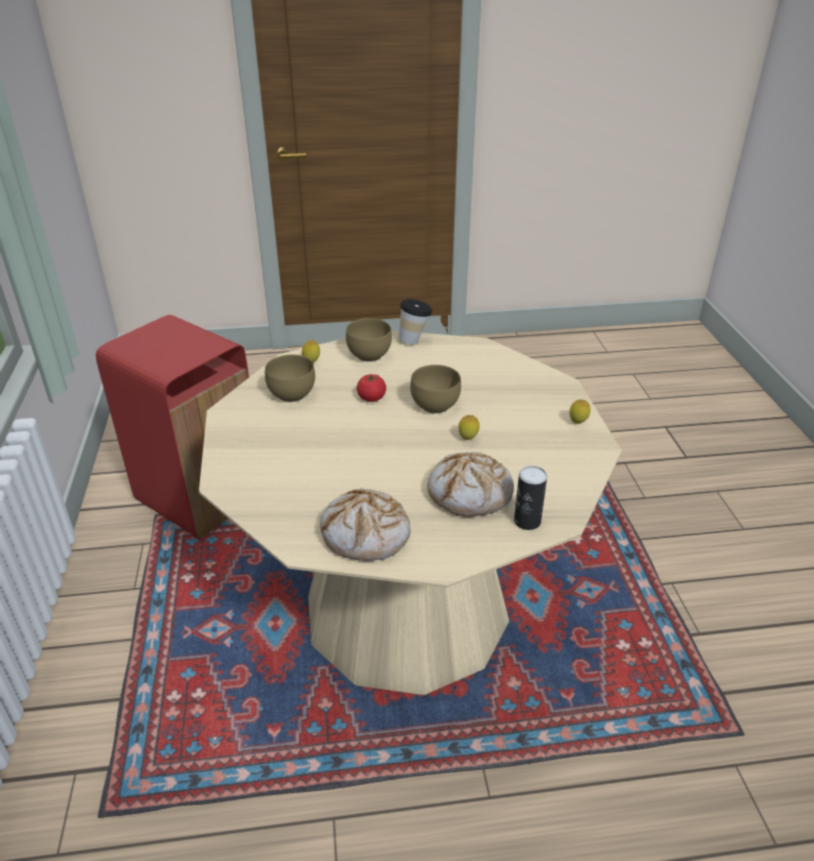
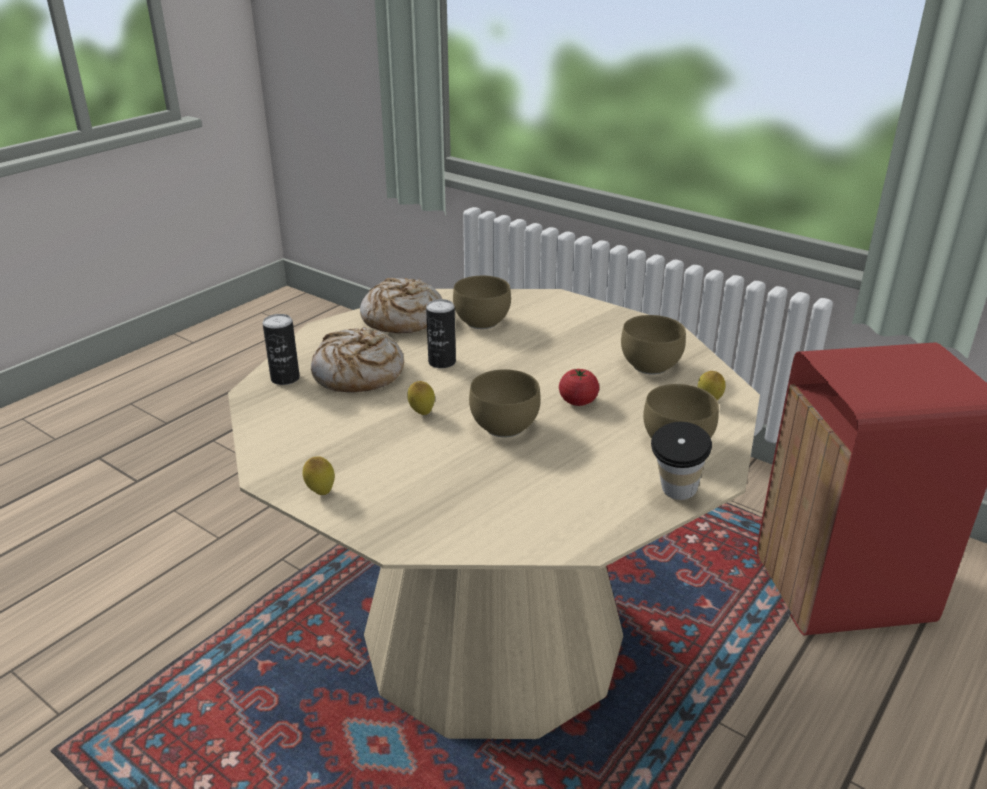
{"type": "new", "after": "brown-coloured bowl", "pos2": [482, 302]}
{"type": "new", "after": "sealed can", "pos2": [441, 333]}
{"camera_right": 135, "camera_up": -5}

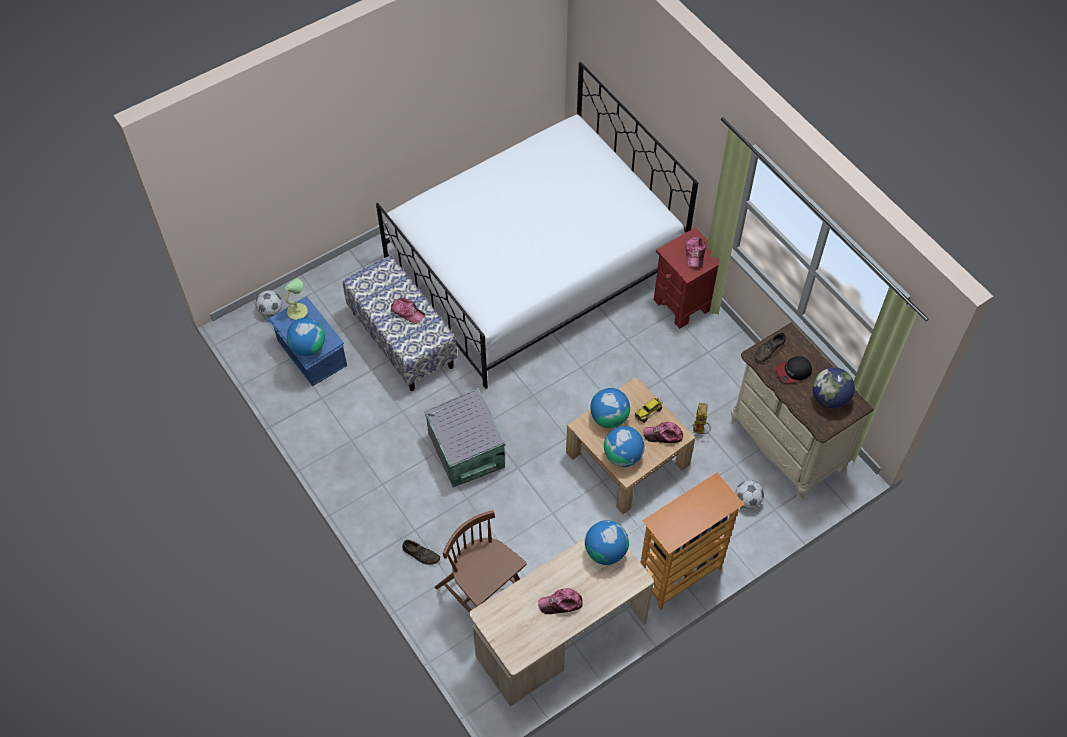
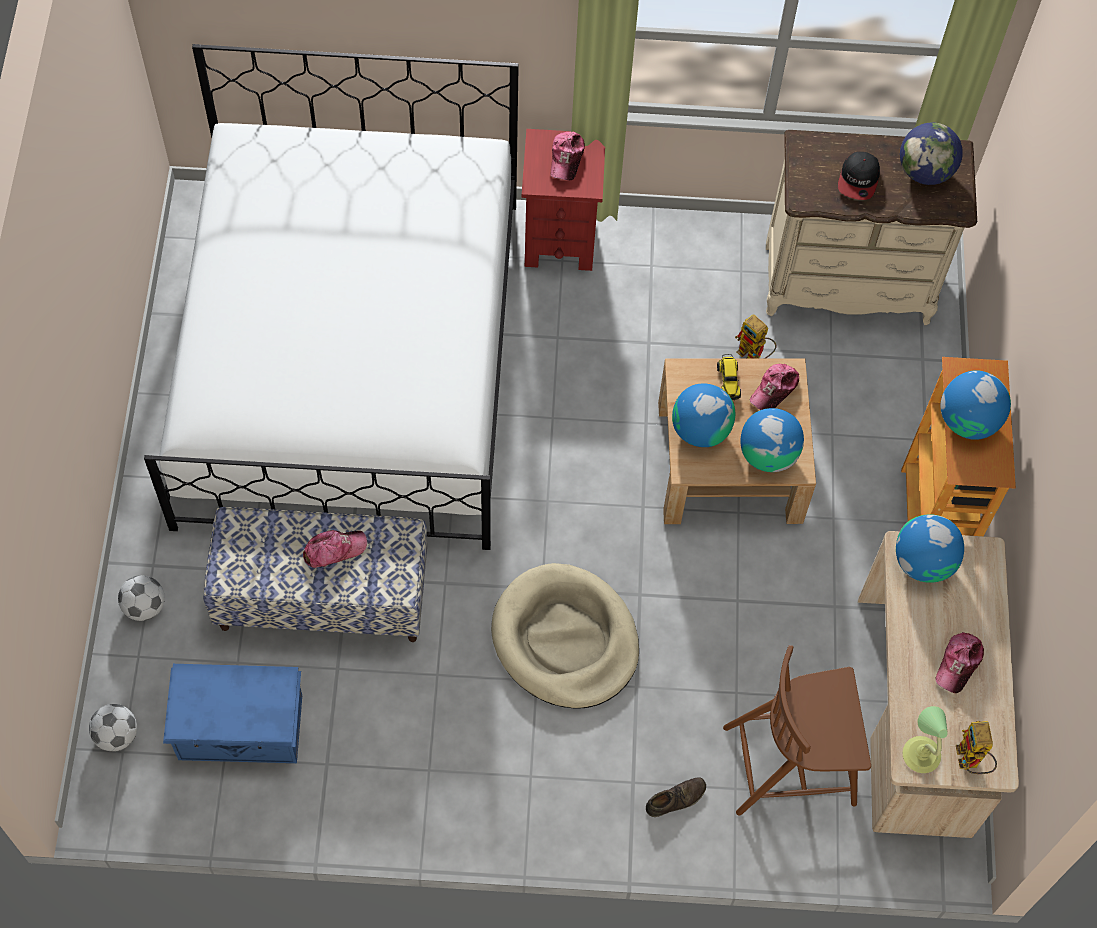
{"type": "rotated", "before": "baseball cap", "pos1": [696, 252], "pos2": [567, 156], "turn": 60}
{"type": "shifted", "before": "lamp for a table", "pos1": [296, 299], "pos2": [925, 739]}
{"type": "shifted", "before": "globe", "pos1": [306, 337], "pos2": [975, 405]}
{"type": "gone", "before": "brown-coloured low shoe", "pos1": [769, 347]}
{"type": "swapped", "before": "gray storage container", "after": "sand-coloured pet bed", "pos1": [465, 437], "pos2": [565, 636]}
{"type": "shifted", "before": "football", "pos1": [749, 494], "pos2": [141, 598]}
{"type": "new", "after": "model robot", "pos2": [976, 747]}
{"camera_right": -55, "camera_up": 5}

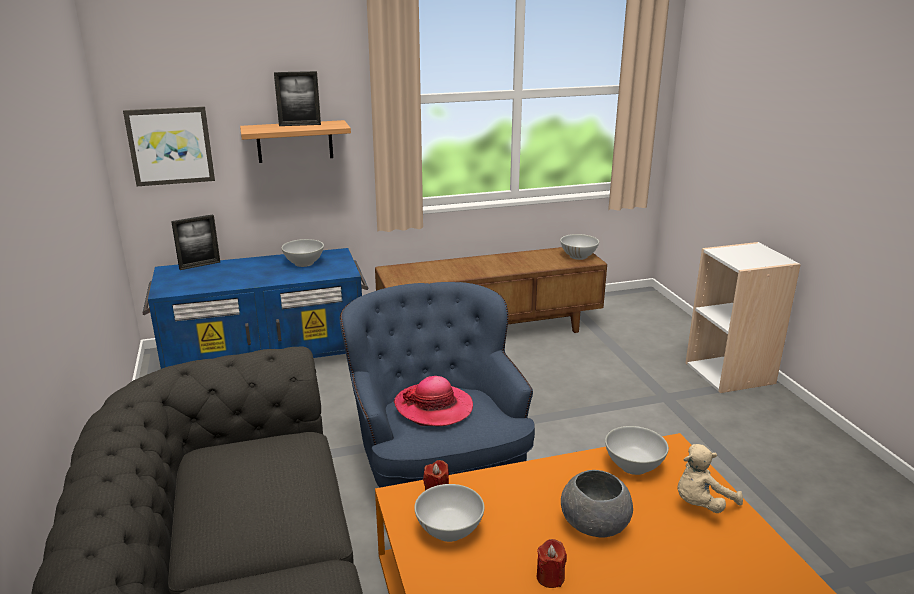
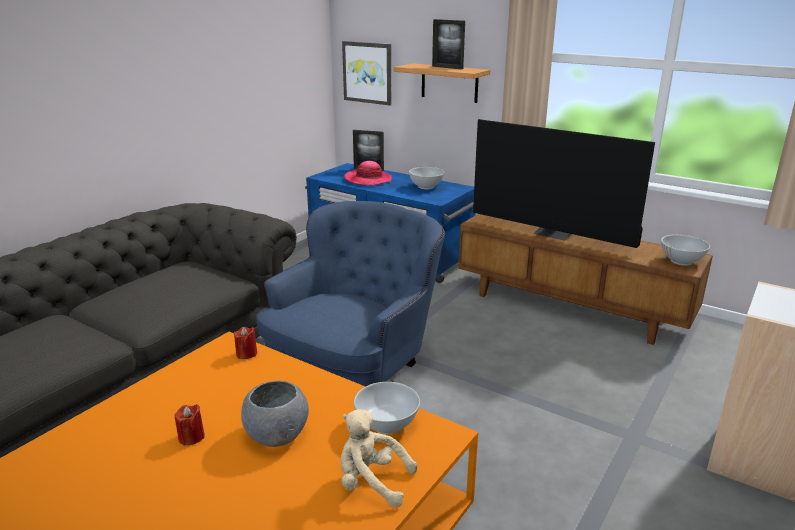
{"type": "shifted", "before": "hat", "pos1": [433, 401], "pos2": [368, 173]}
{"type": "gone", "before": "whitish bowl", "pos1": [449, 513]}
{"type": "new", "after": "TV", "pos2": [564, 183]}
{"camera_right": 50, "camera_up": 0}

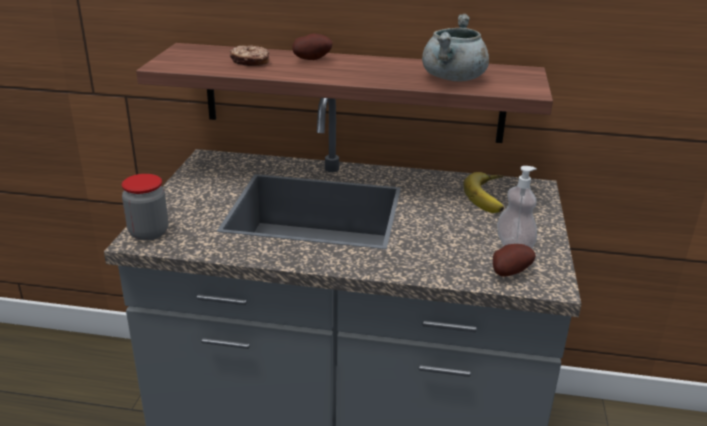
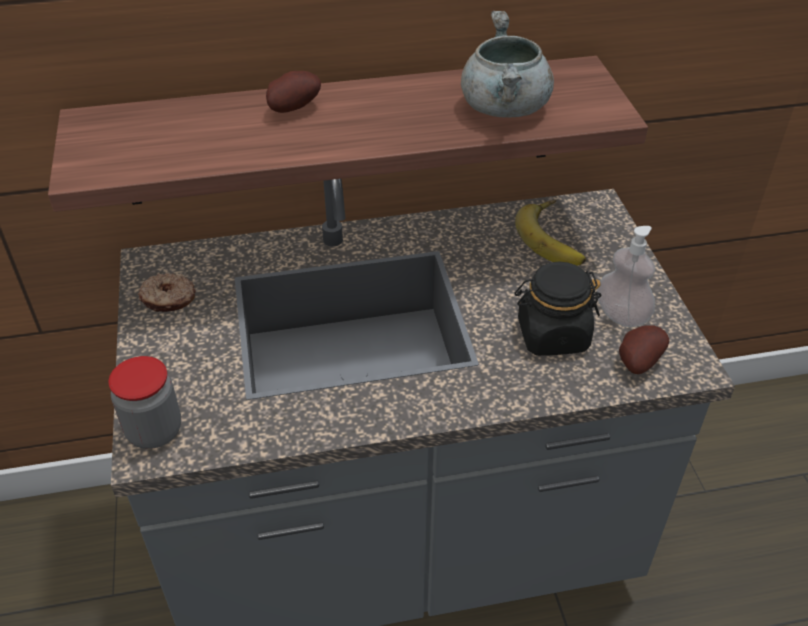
{"type": "shifted", "before": "ring doughnut", "pos1": [249, 55], "pos2": [167, 292]}
{"type": "new", "after": "black jar", "pos2": [557, 308]}
{"camera_right": -20, "camera_up": 15}

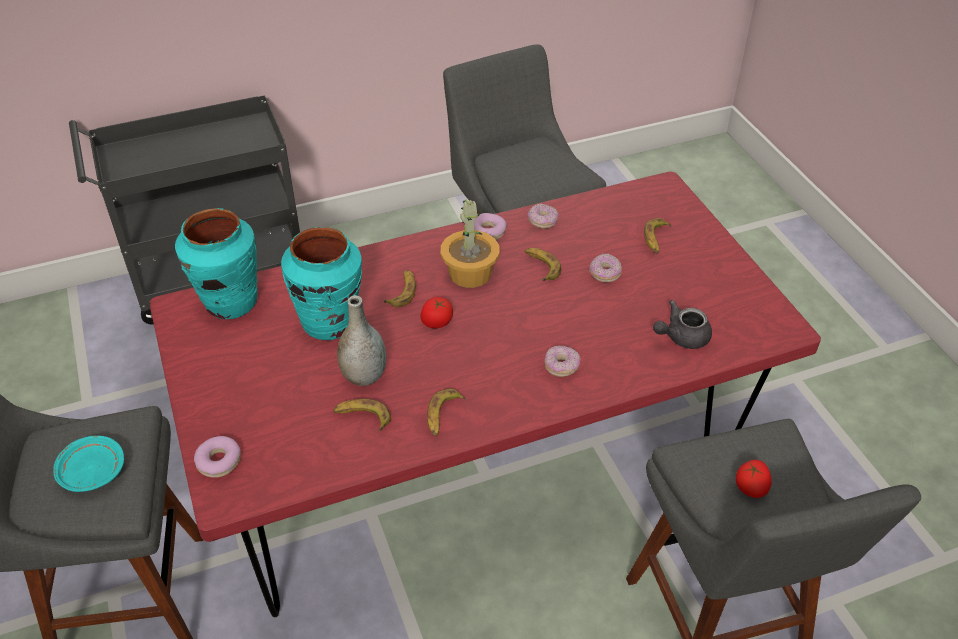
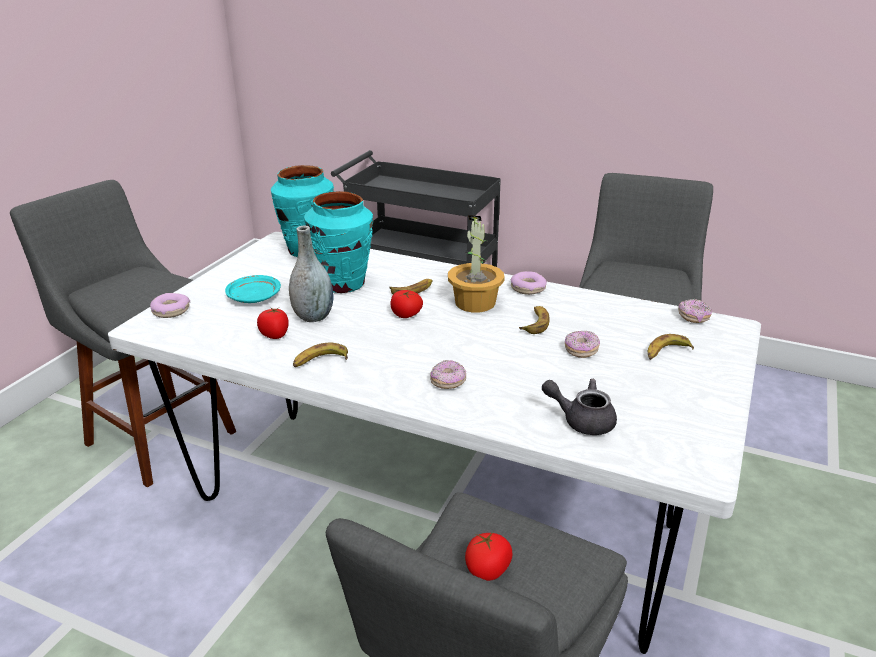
{"type": "repainted", "before": "red dinner table", "after": "whitish dinner table", "pos1": [485, 394], "pos2": [434, 443]}
{"type": "shifted", "before": "ring doughnut", "pos1": [543, 216], "pos2": [695, 311]}
{"type": "swapped", "before": "banana fruit", "after": "fresh tomato", "pos1": [362, 415], "pos2": [272, 323]}
{"type": "shifted", "before": "turquoise-coloured dinner plate", "pos1": [88, 464], "pos2": [253, 289]}
{"camera_right": 45, "camera_up": -15}

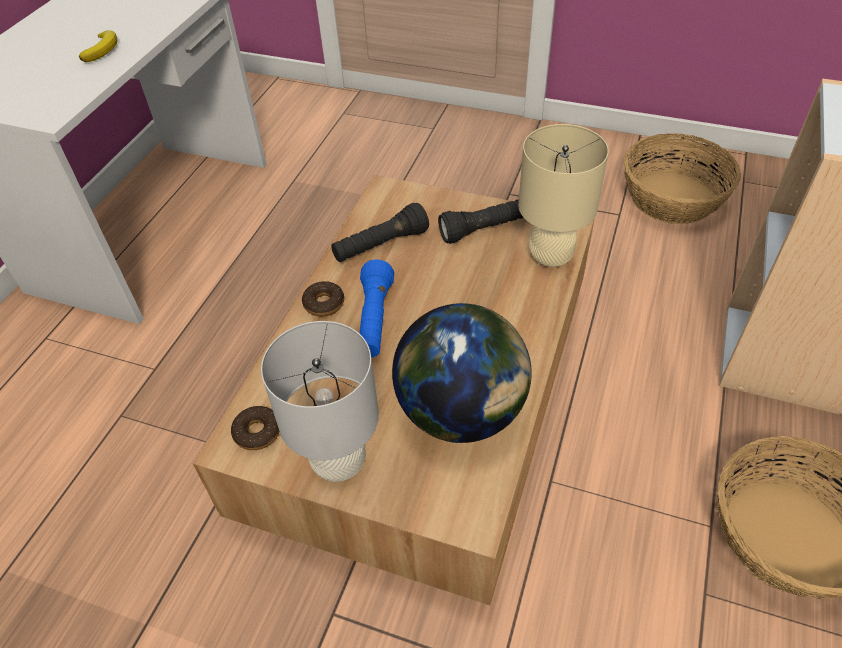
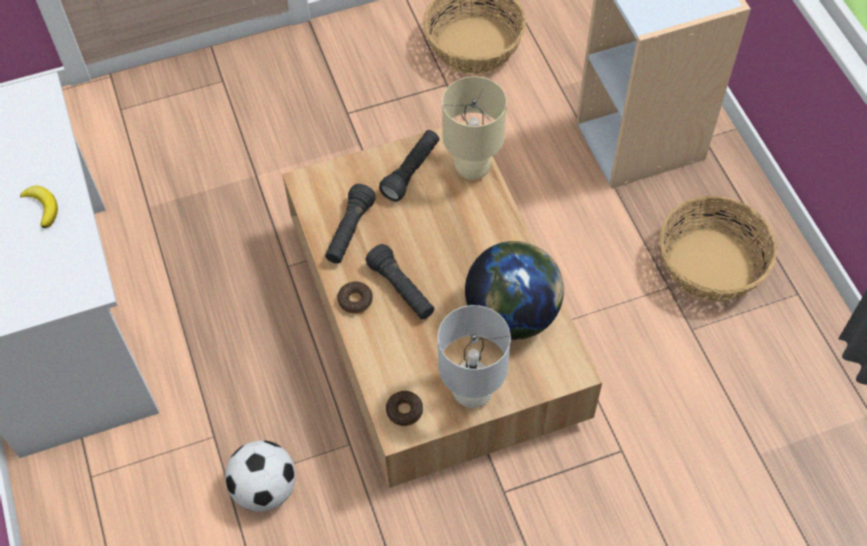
{"type": "repainted", "before": "bluish flashlight", "after": "black flashlight", "pos1": [377, 308], "pos2": [400, 281]}
{"type": "new", "after": "football", "pos2": [260, 476]}
{"camera_right": -40, "camera_up": 10}

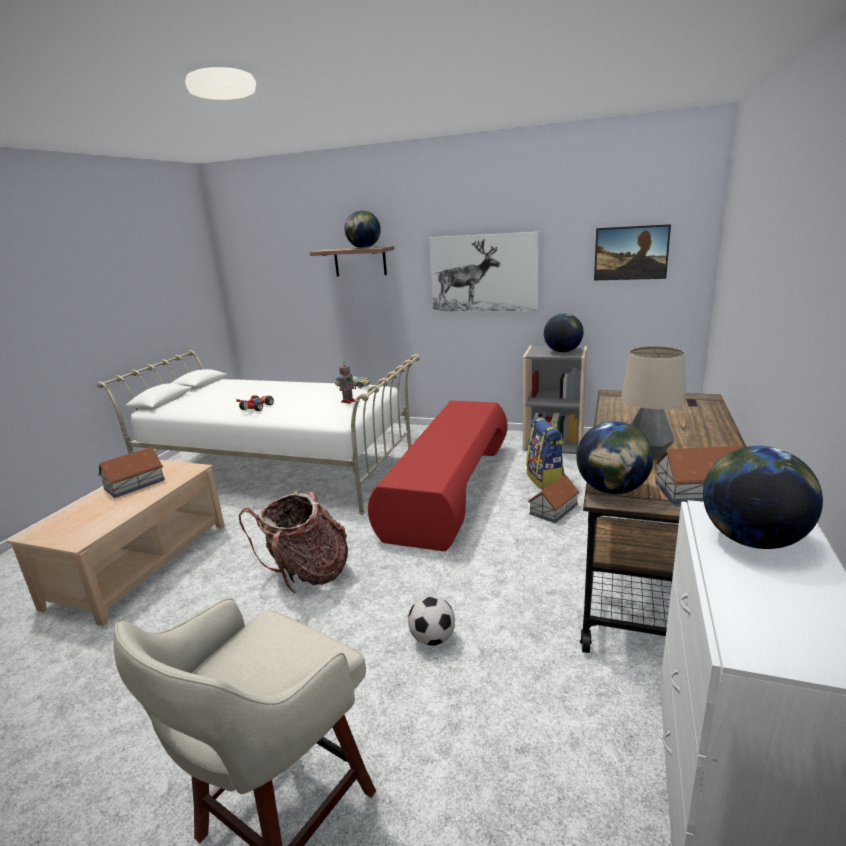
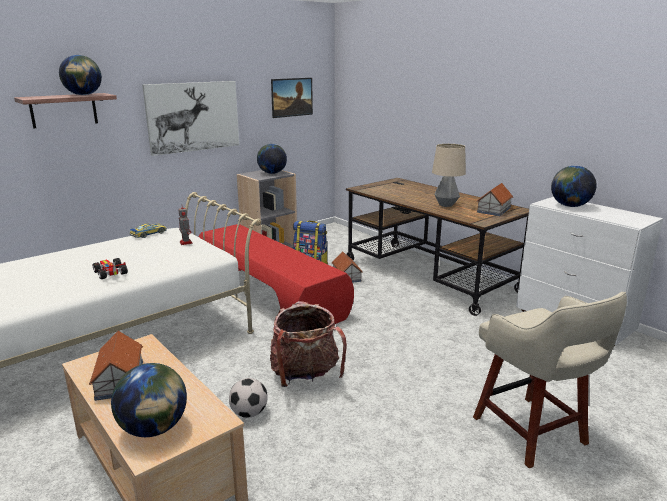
{"type": "shifted", "before": "globe", "pos1": [615, 457], "pos2": [149, 400]}
{"type": "shifted", "before": "football", "pos1": [431, 621], "pos2": [248, 398]}
{"camera_right": -60, "camera_up": 0}

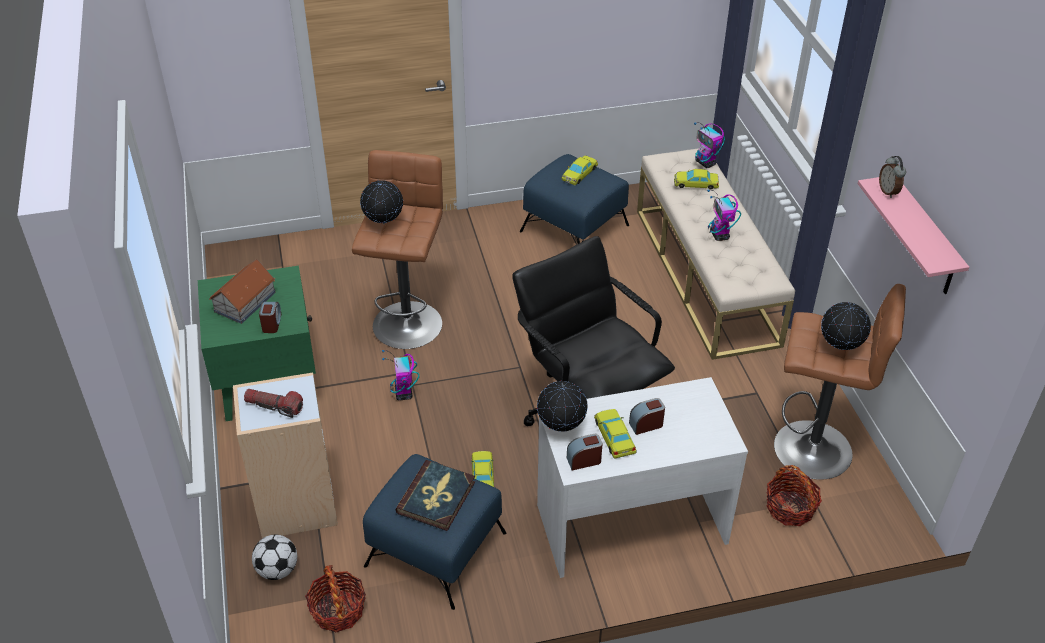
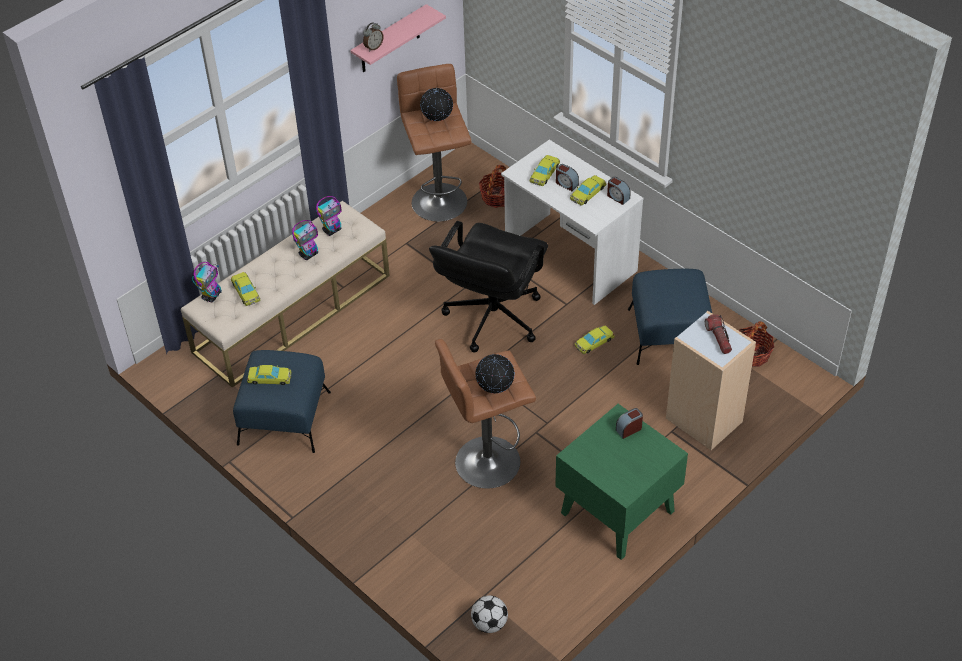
{"type": "gone", "before": "model house", "pos1": [242, 291]}
{"type": "shifted", "before": "model robot", "pos1": [400, 375], "pos2": [329, 216]}
{"type": "gone", "before": "globe", "pos1": [562, 406]}
{"type": "gone", "before": "book", "pos1": [435, 495]}
{"type": "shifted", "before": "football", "pos1": [274, 557], "pos2": [489, 614]}
{"type": "new", "after": "yellow-coloured model car", "pos2": [545, 170]}
{"camera_right": -120, "camera_up": 5}

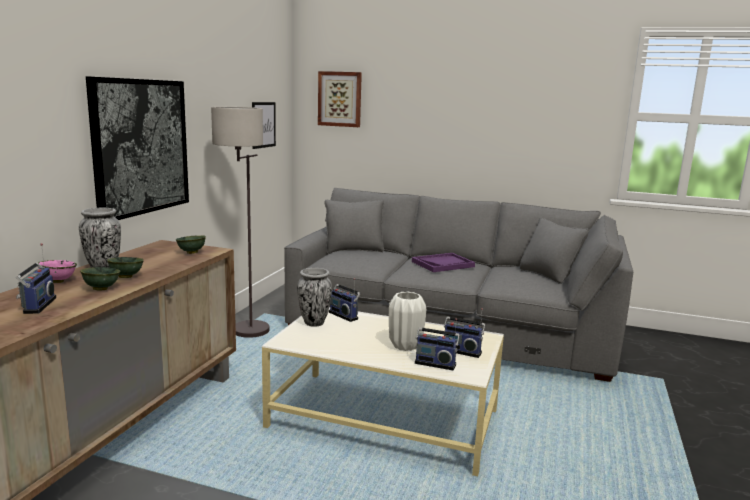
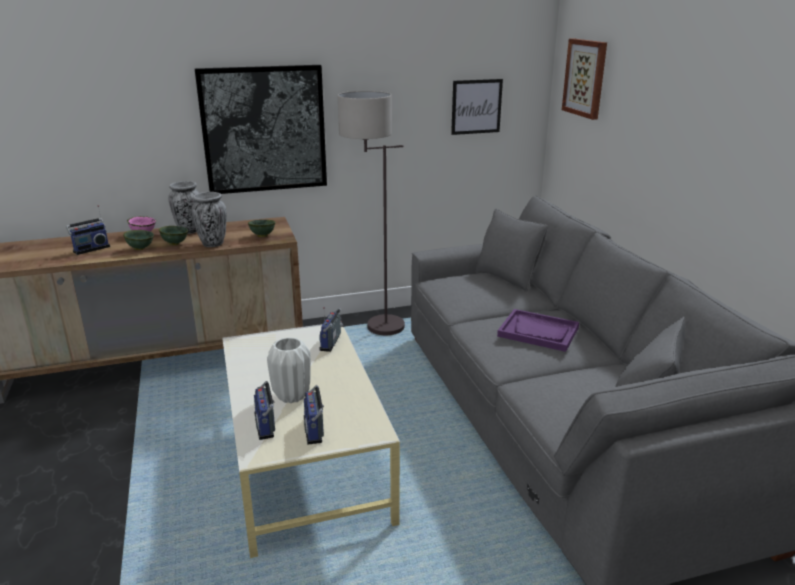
{"type": "shifted", "before": "decorative vase", "pos1": [314, 297], "pos2": [209, 219]}
{"camera_right": 55, "camera_up": 10}

